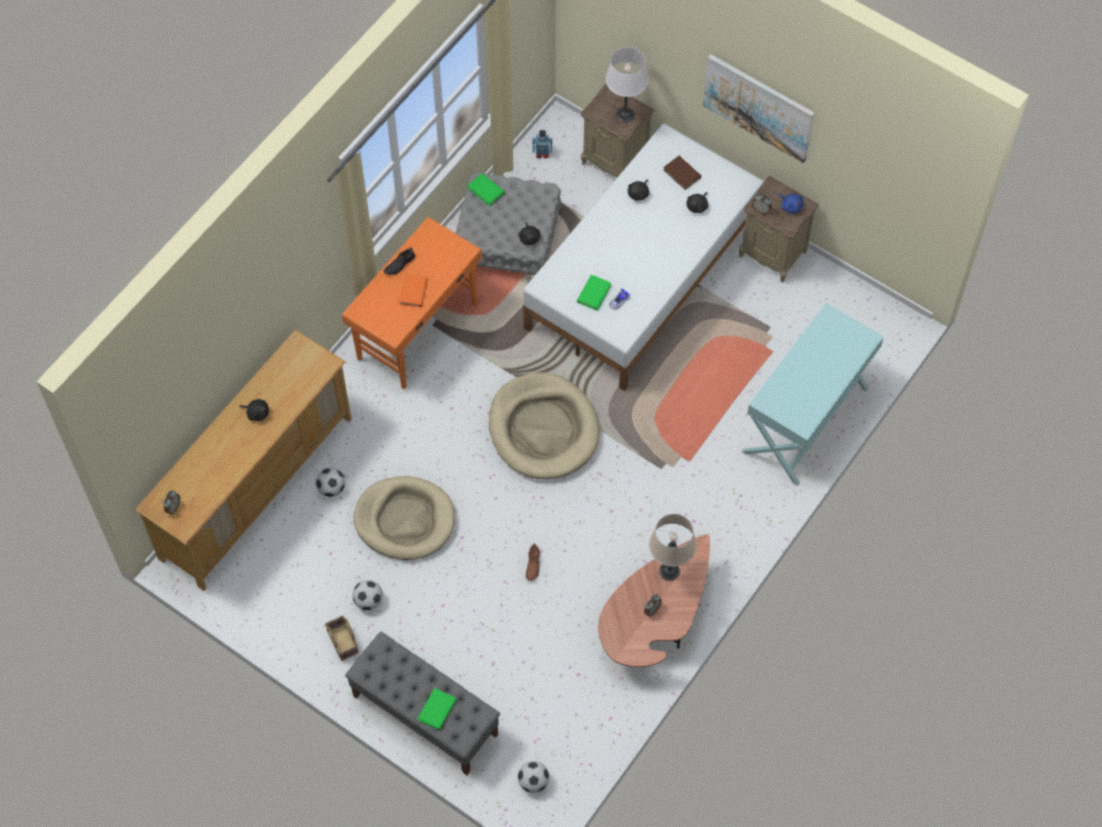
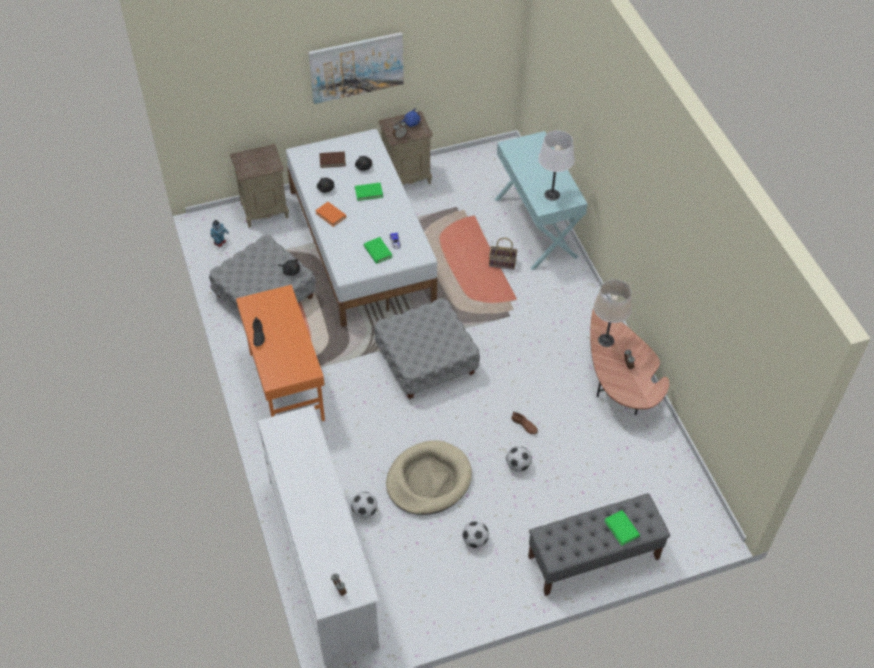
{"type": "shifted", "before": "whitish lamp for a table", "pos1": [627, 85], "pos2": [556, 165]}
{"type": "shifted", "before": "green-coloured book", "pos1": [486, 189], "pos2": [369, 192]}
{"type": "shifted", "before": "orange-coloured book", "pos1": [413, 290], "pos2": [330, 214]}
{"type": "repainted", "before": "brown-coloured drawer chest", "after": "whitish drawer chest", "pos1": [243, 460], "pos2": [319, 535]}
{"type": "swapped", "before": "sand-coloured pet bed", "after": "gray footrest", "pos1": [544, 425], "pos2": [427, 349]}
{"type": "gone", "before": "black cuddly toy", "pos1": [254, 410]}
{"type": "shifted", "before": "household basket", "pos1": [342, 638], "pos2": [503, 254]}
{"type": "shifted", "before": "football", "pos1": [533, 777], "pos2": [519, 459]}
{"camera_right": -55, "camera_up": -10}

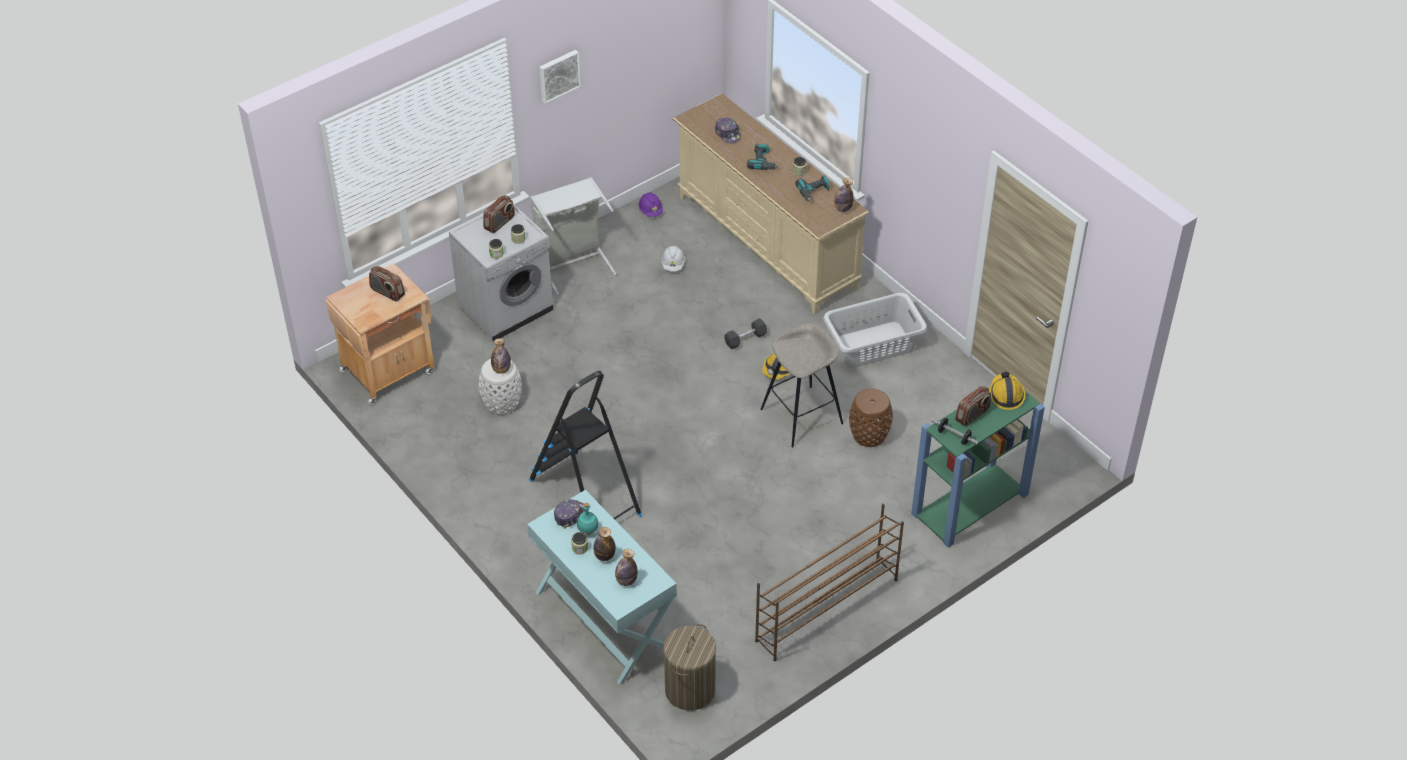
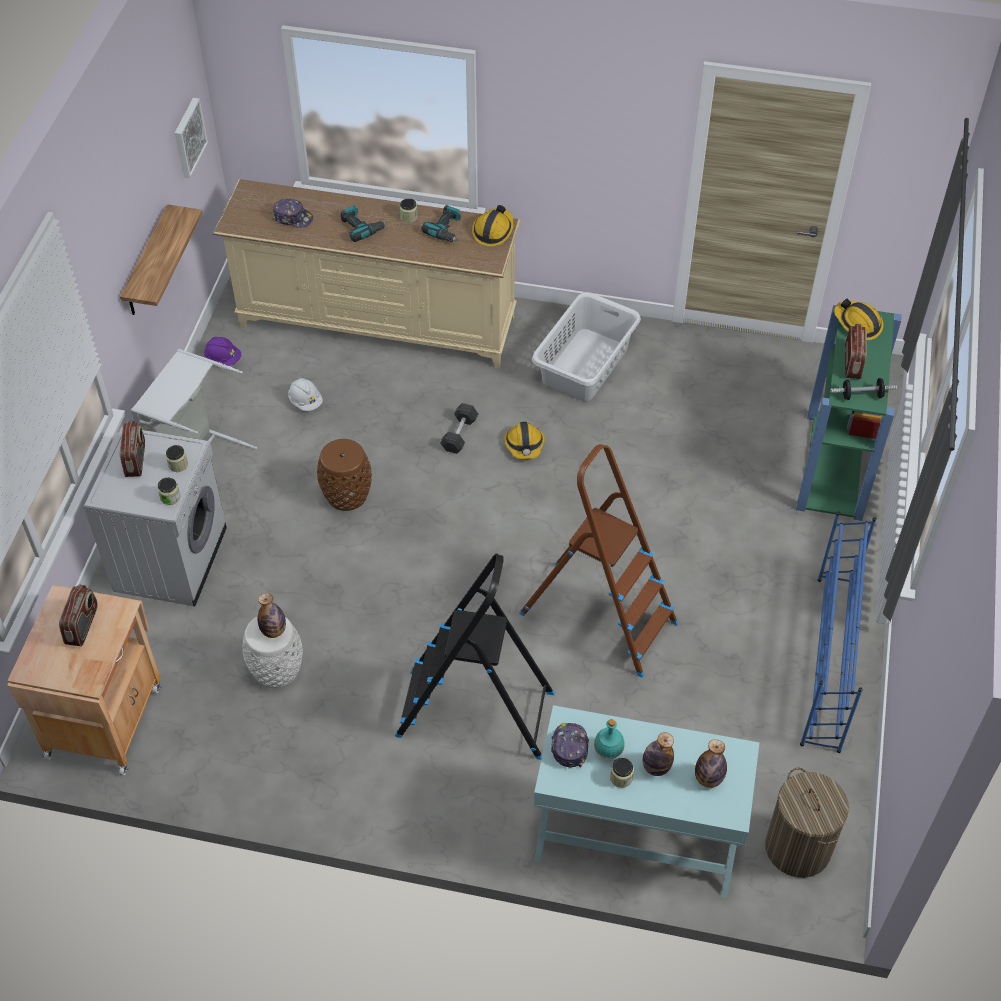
{"type": "shifted", "before": "wall picture", "pos1": [560, 77], "pos2": [191, 138]}
{"type": "swapped", "before": "beverage bottle", "after": "safety helmet", "pos1": [844, 195], "pos2": [492, 225]}
{"type": "rotated", "before": "radio", "pos1": [387, 284], "pos2": [78, 615], "turn": -75}
{"type": "gone", "before": "gray sitting stool", "pos1": [801, 385]}
{"type": "shifted", "before": "brown-coloured sitting stool", "pos1": [871, 417], "pos2": [344, 475]}
{"type": "repainted", "before": "brown-coloured shoe stand", "after": "bluish shoe stand", "pos1": [829, 582], "pos2": [838, 632]}
{"type": "new", "after": "wall shelf", "pos2": [161, 259]}
{"type": "new", "after": "brown-coloured step stool", "pos2": [598, 561]}
{"camera_right": -40, "camera_up": 5}

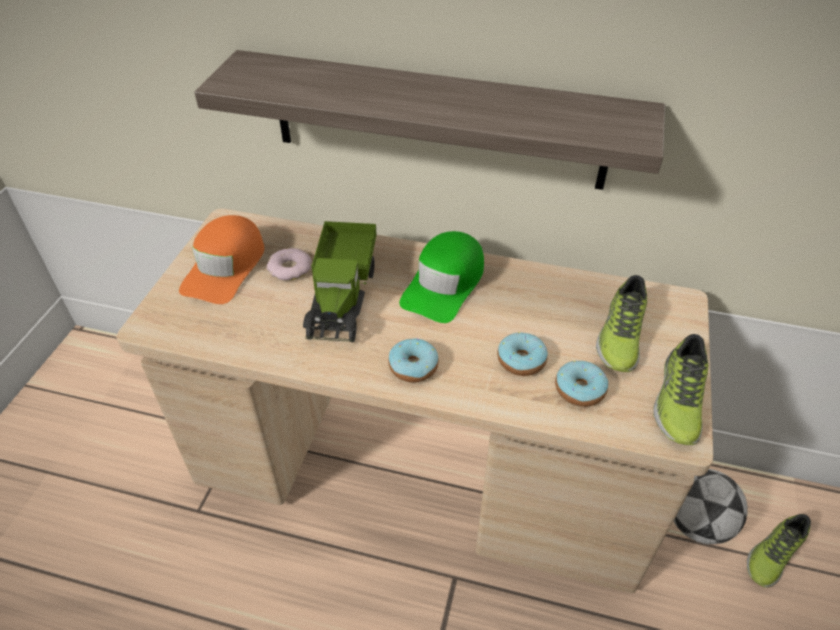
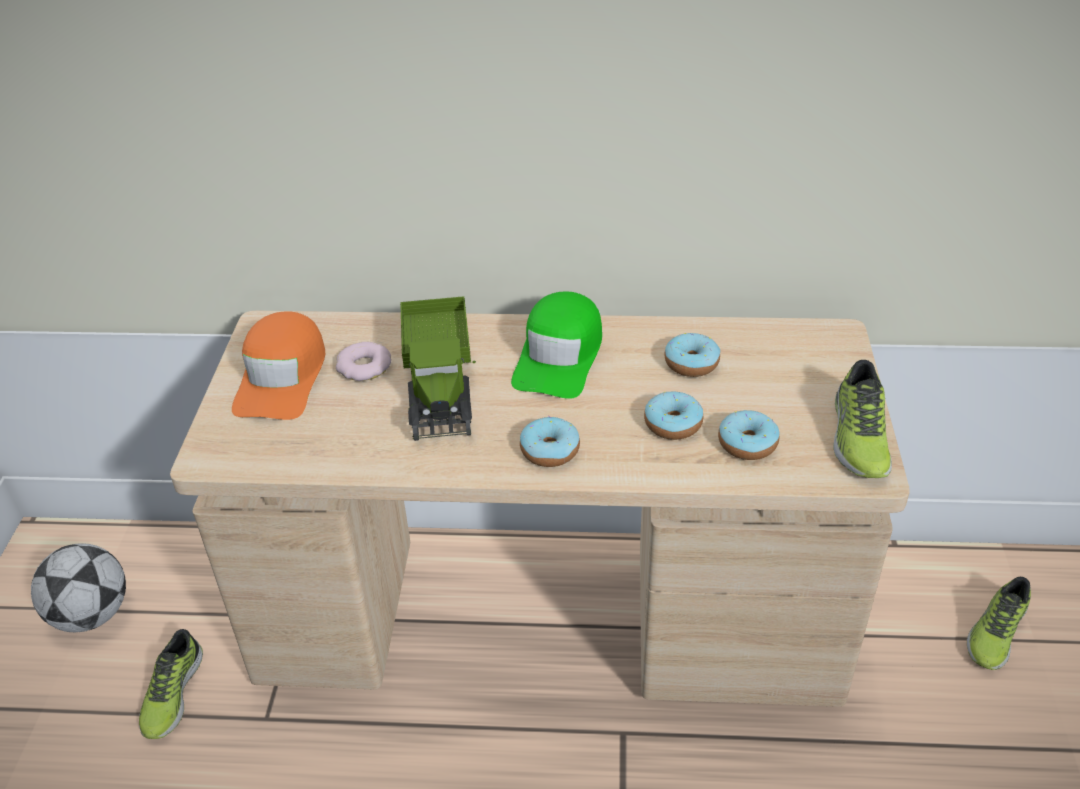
{"type": "gone", "before": "wall shelf", "pos1": [429, 120]}
{"type": "shifted", "before": "low shoe", "pos1": [621, 323], "pos2": [171, 684]}
{"type": "shifted", "before": "football", "pos1": [710, 506], "pos2": [78, 587]}
{"type": "new", "after": "ring doughnut", "pos2": [692, 355]}
{"camera_right": -10, "camera_up": -5}

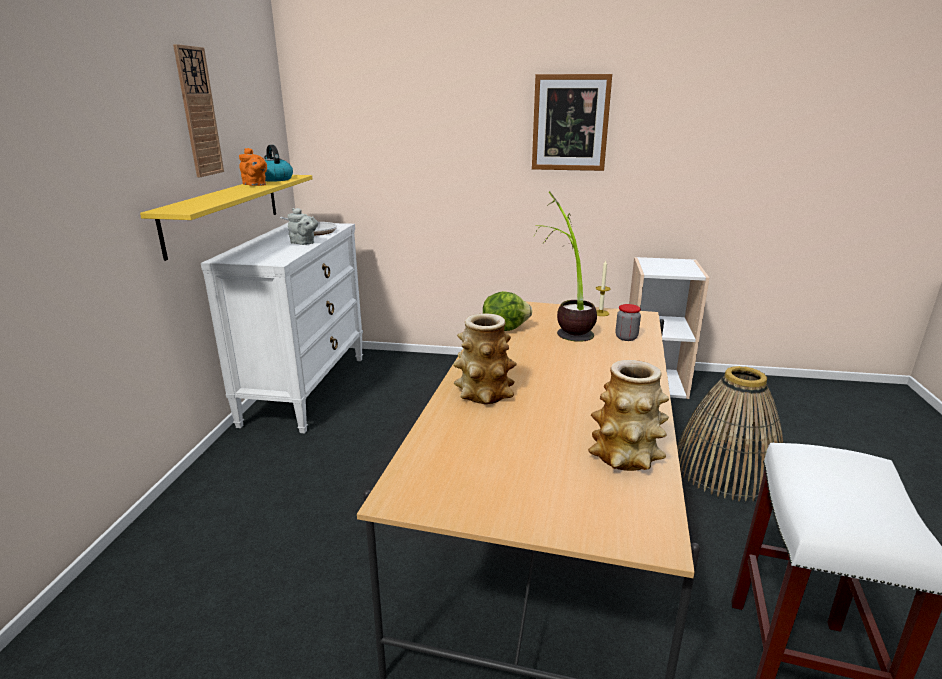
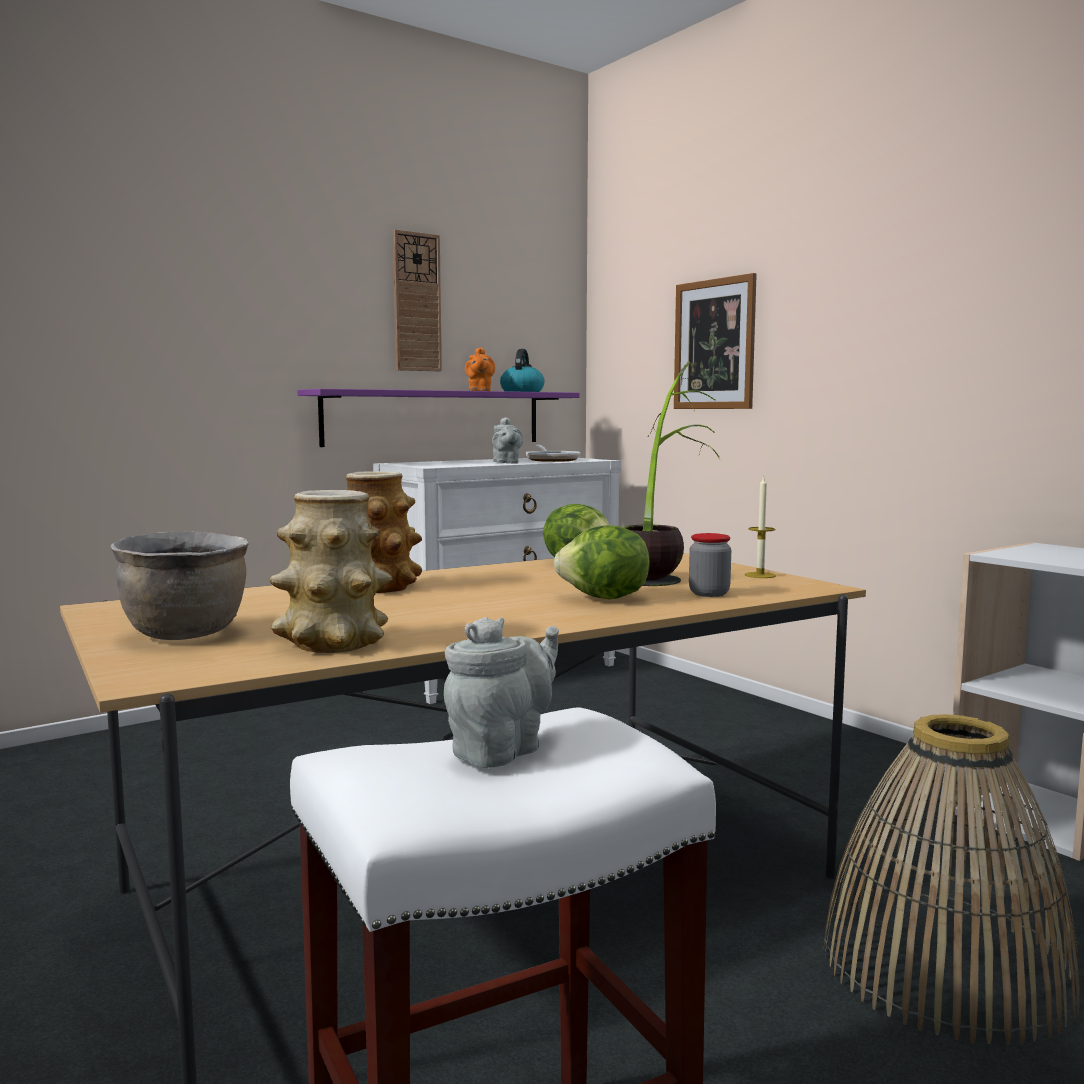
{"type": "shifted", "before": "wall picture", "pos1": [572, 122], "pos2": [715, 341]}
{"type": "repainted", "before": "yellow-coloured wall shelf", "after": "purple-coloured wall shelf", "pos1": [226, 218], "pos2": [438, 418]}
{"type": "new", "after": "head of lettuce", "pos2": [602, 562]}
{"type": "new", "after": "brown-coloured cooking pot", "pos2": [179, 585]}
{"type": "new", "after": "gray tea pot", "pos2": [501, 692]}
{"camera_right": 45, "camera_up": -15}

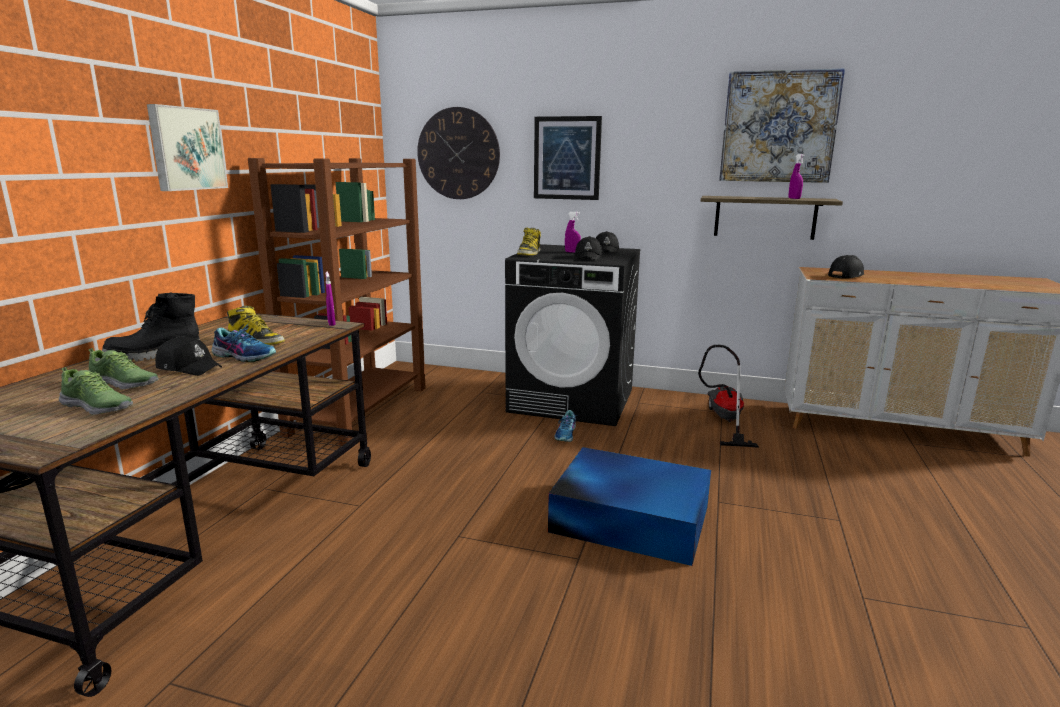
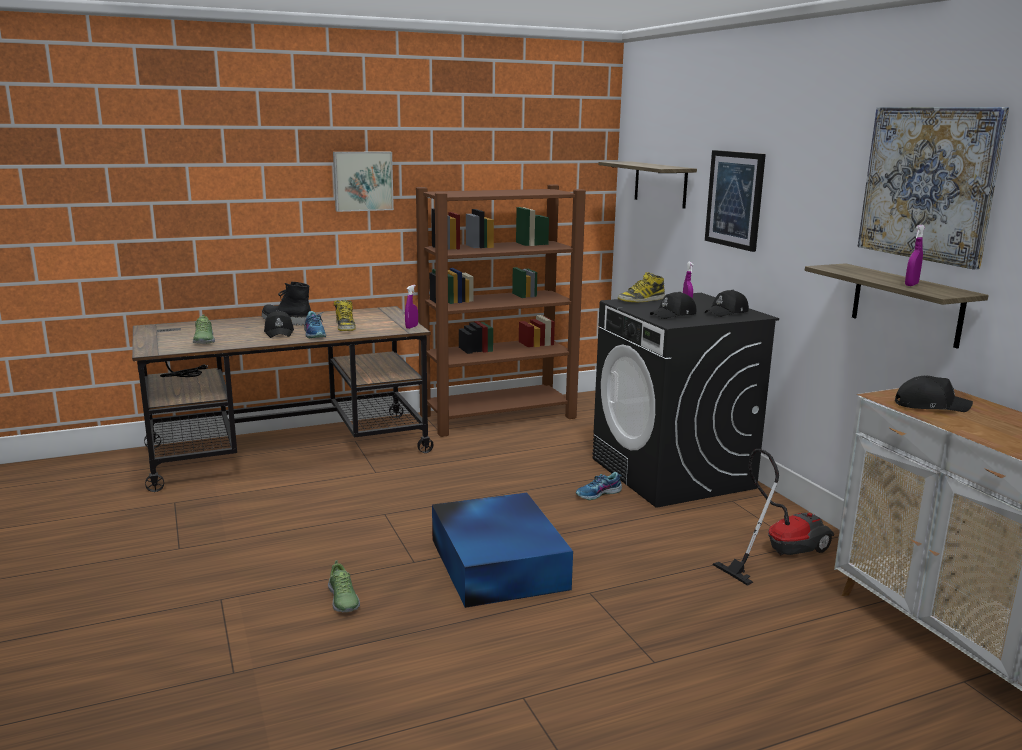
{"type": "swapped", "before": "clock on the wall", "after": "wall shelf", "pos1": [458, 153], "pos2": [647, 185]}
{"type": "shifted", "before": "low shoe", "pos1": [123, 368], "pos2": [344, 586]}
{"camera_right": 50, "camera_up": 0}

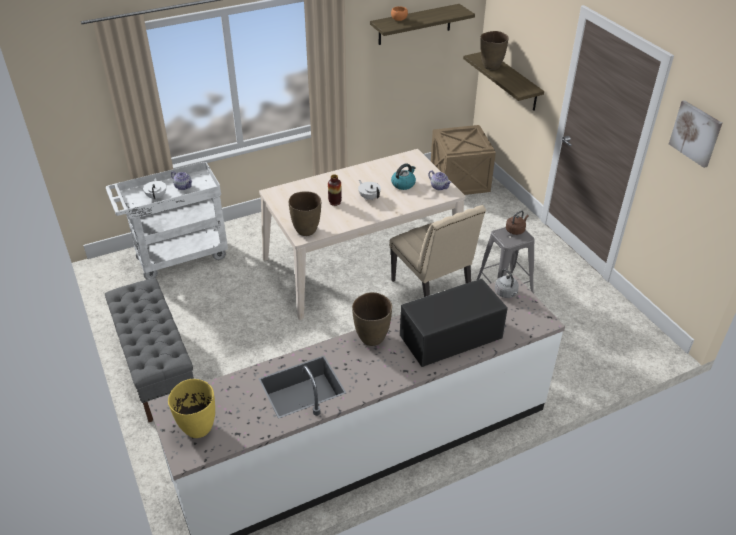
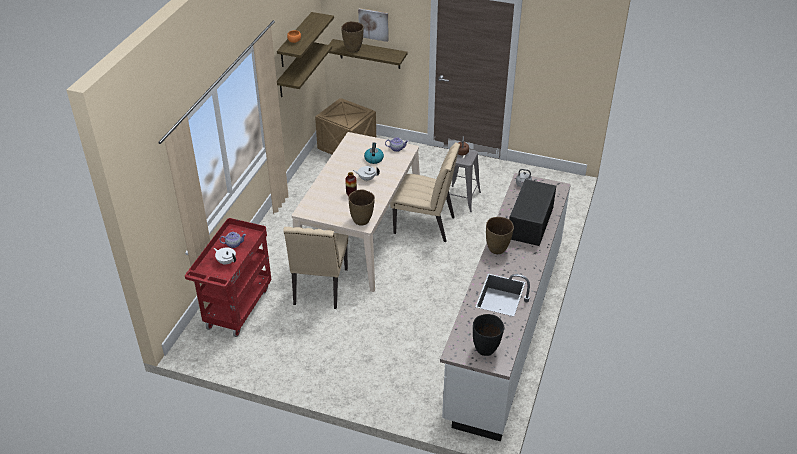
{"type": "shifted", "before": "wall picture", "pos1": [695, 134], "pos2": [373, 25]}
{"type": "repainted", "before": "whitish wheeled cart", "after": "red wheeled cart", "pos1": [167, 220], "pos2": [228, 277]}
{"type": "gone", "before": "gray long seat", "pos1": [149, 350]}
{"type": "repainted", "before": "yellow-coloured decorative vase", "after": "black decorative vase", "pos1": [191, 408], "pos2": [488, 335]}
{"type": "new", "after": "wall shelf", "pos2": [304, 69]}
{"type": "new", "after": "sand-coloured chair", "pos2": [315, 268]}
{"camera_right": -45, "camera_up": 0}

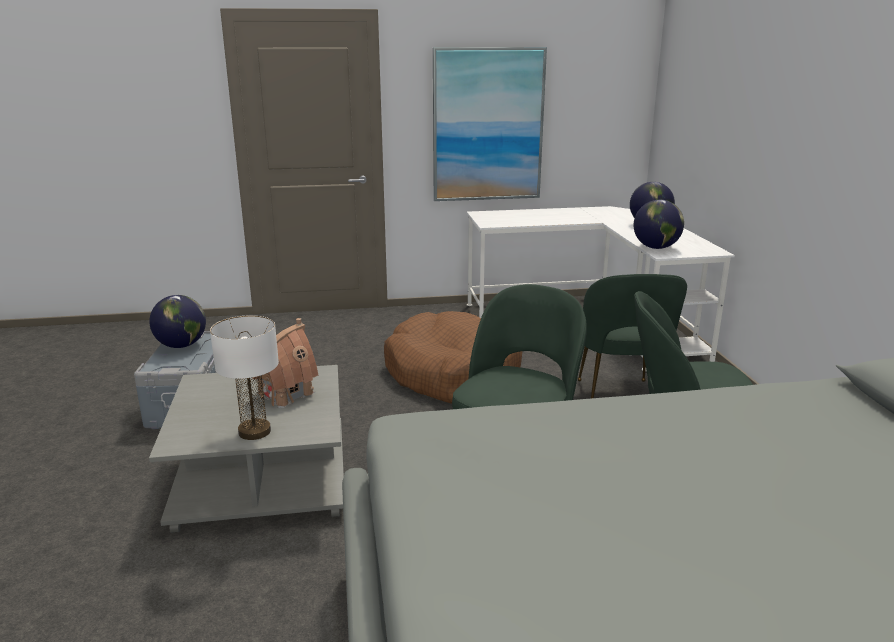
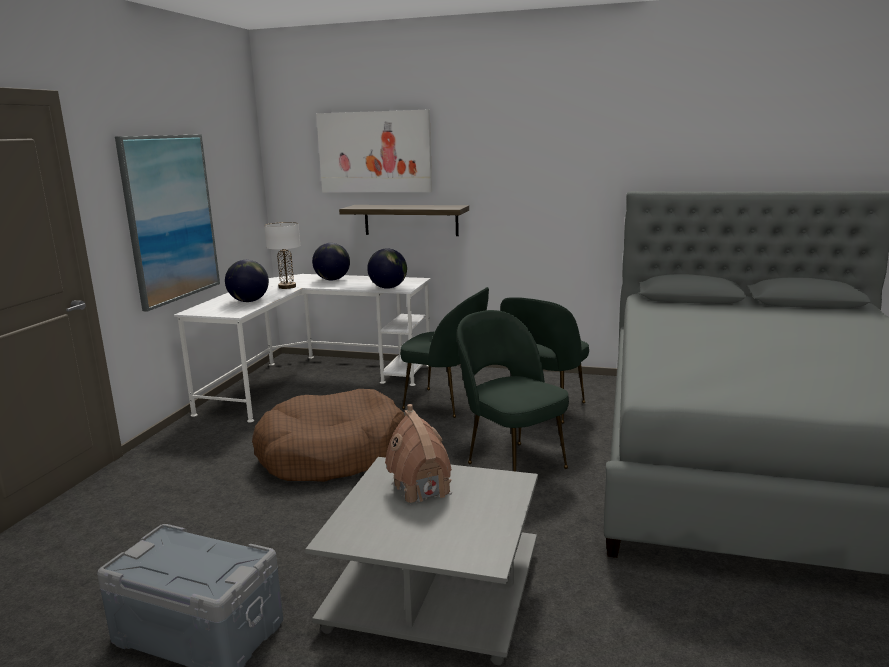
{"type": "shifted", "before": "globe", "pos1": [177, 321], "pos2": [247, 281]}
{"type": "shifted", "before": "lamp for a table", "pos1": [244, 377], "pos2": [282, 255]}
{"type": "new", "after": "wall picture", "pos2": [374, 151]}
{"type": "new", "after": "wall shelf", "pos2": [404, 220]}
{"camera_right": -65, "camera_up": -5}

